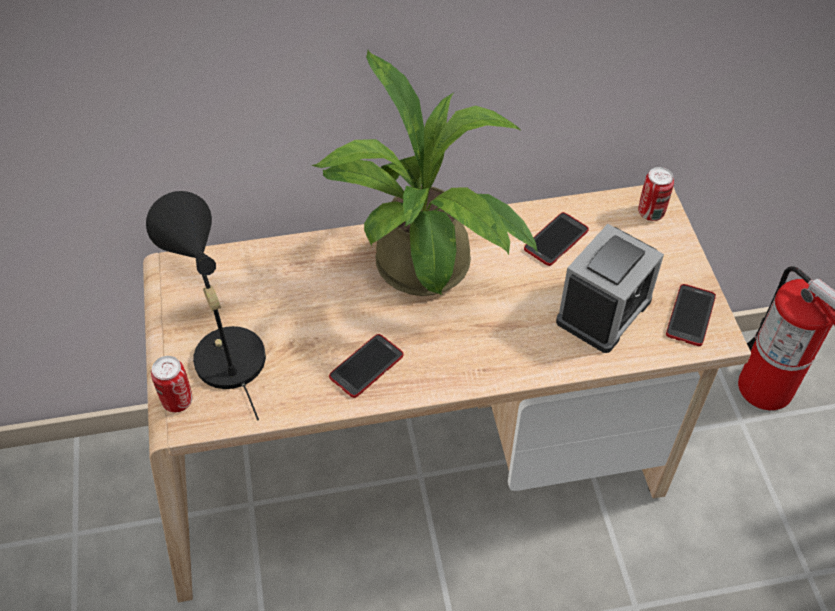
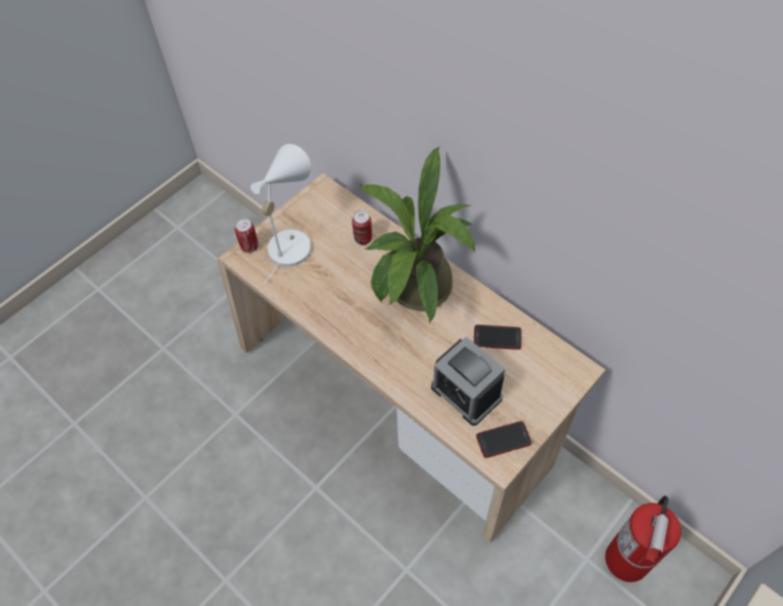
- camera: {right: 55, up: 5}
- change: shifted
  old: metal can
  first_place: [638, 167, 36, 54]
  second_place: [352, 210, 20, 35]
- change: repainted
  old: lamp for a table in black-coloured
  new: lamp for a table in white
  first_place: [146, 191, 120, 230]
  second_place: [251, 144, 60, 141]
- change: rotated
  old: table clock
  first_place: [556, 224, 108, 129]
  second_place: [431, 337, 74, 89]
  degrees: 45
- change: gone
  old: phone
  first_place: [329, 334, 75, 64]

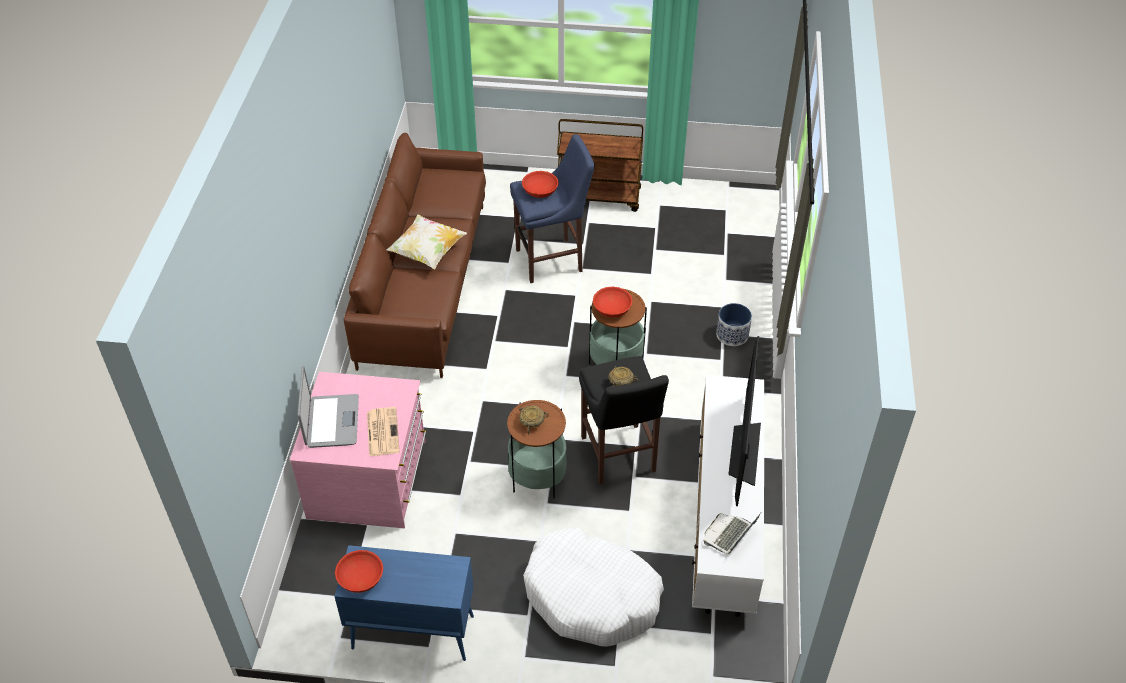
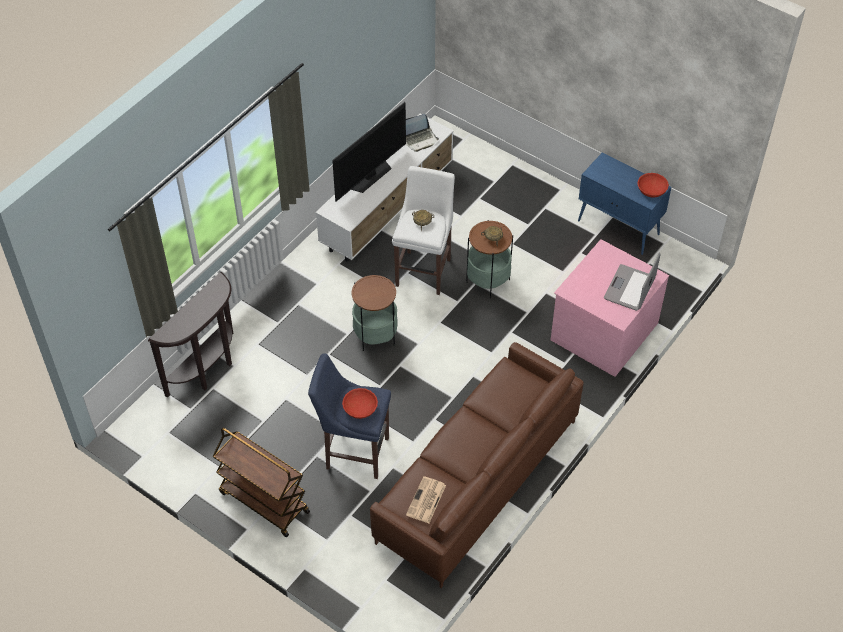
- camera: {right: -150, up: 5}
- change: gone
  old: cushion
  first_place: [387, 215, 80, 54]
- change: gone
  old: deep dish in reddish
  first_place: [593, 287, 39, 30]
- change: gone
  old: plant pot
  first_place: [716, 303, 36, 43]
- change: repainted
  old: sitting stool in black-coloured
  new: sitting stool in white
  first_place: [579, 356, 90, 129]
  second_place: [392, 166, 63, 129]
- change: shifted
  old: newspaper
  first_place: [367, 407, 33, 50]
  second_place: [406, 476, 40, 47]
- change: gone
  old: dog bed in white
  first_place: [523, 528, 141, 119]
- change: new
  new: narrow table in brownish
  second_place: [148, 272, 85, 126]

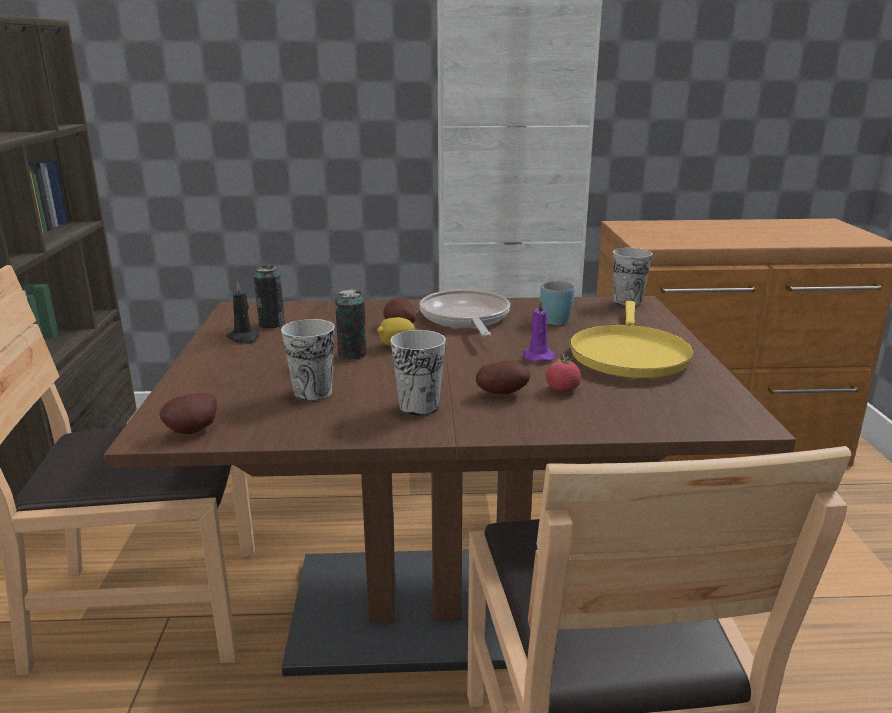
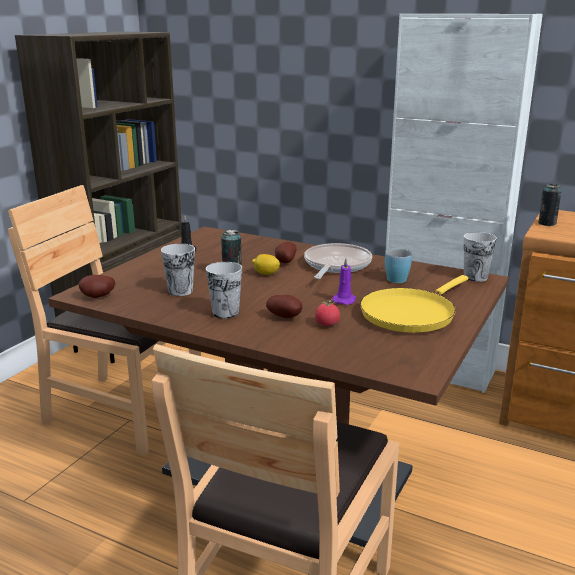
- camera: {right: 30, up: 0}
- change: shifted
  old: metal can
  first_place: [254, 266, 31, 63]
  second_place: [538, 184, 24, 42]

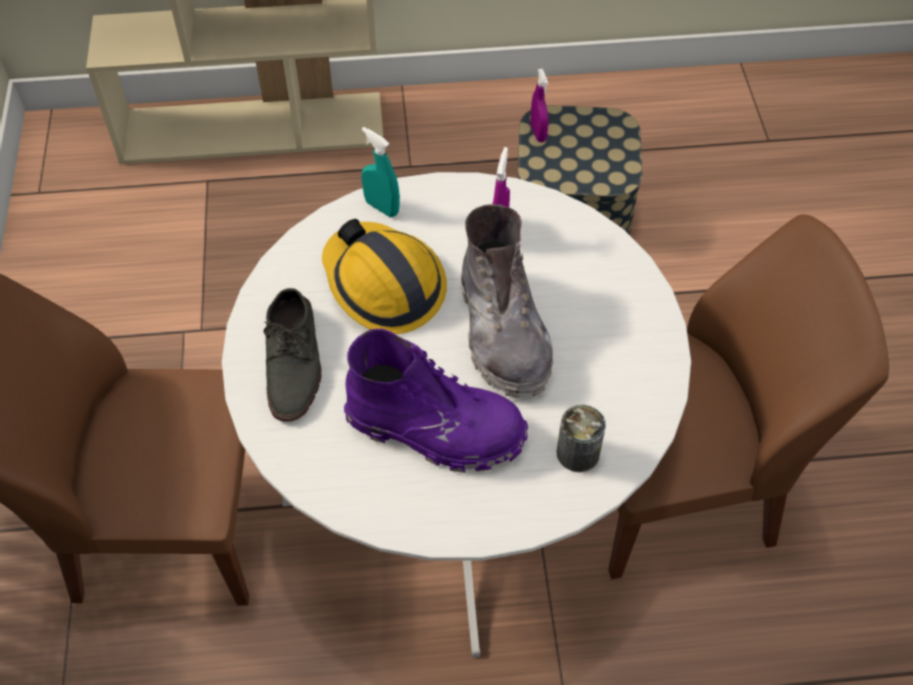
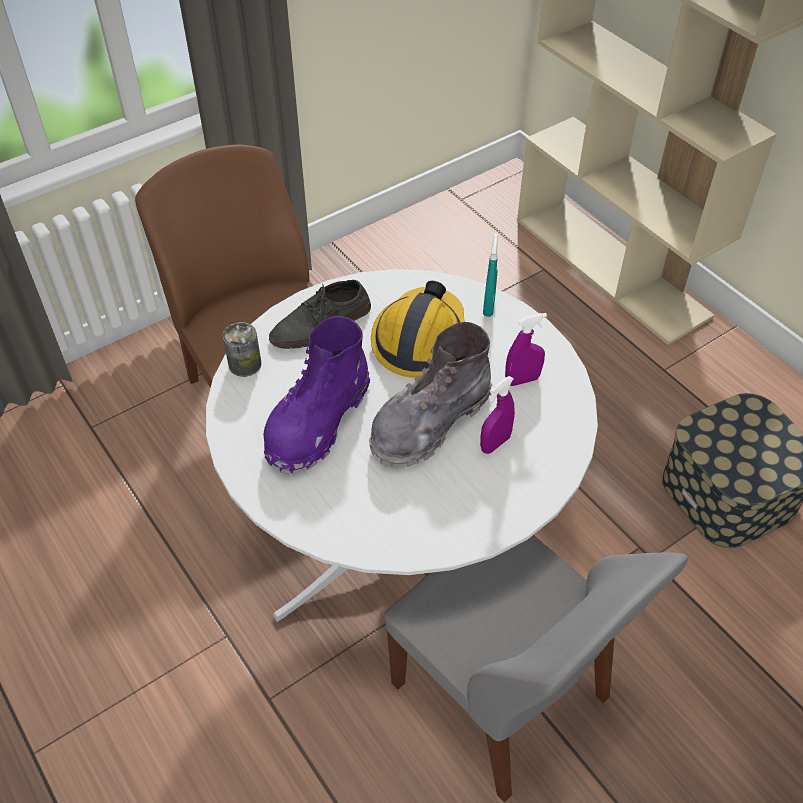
- camera: {right: 60, up: -5}
- change: shifted
  old: sprayer in purple
  first_place: [531, 69, 18, 73]
  second_place: [480, 376, 35, 78]
- change: repainted
  old: chair in brownish
  new: chair in greyish
  first_place: [608, 214, 281, 365]
  second_place: [384, 535, 304, 267]
- change: rotated
  old: high-top boot in purple
  first_place: [344, 329, 184, 144]
  second_place: [263, 316, 107, 159]
  degrees: 45
- change: shifted
  old: metal can
  first_place: [557, 405, 49, 67]
  second_place: [223, 322, 38, 55]

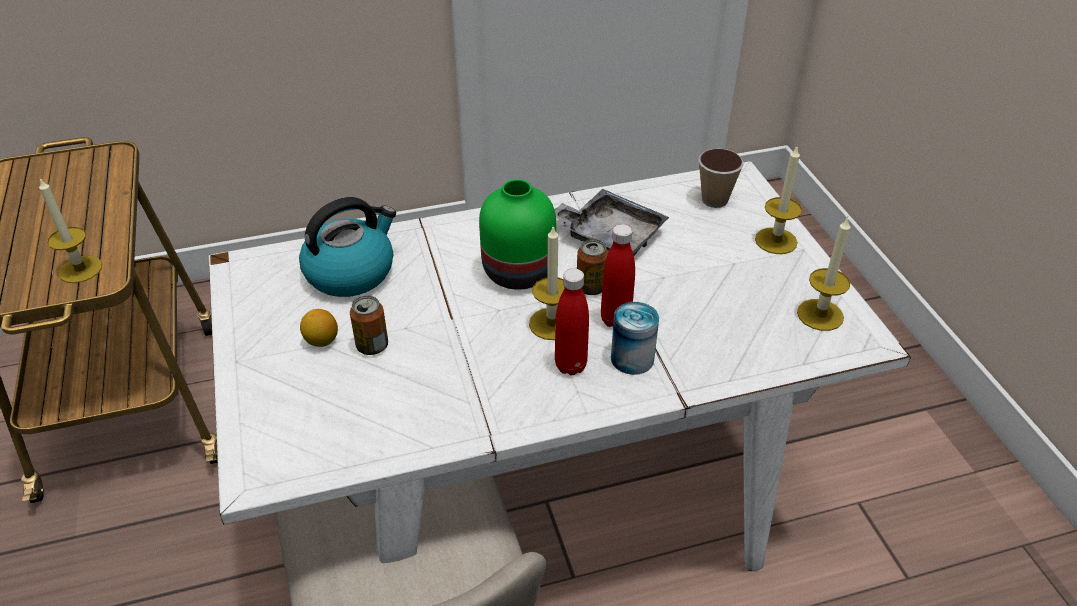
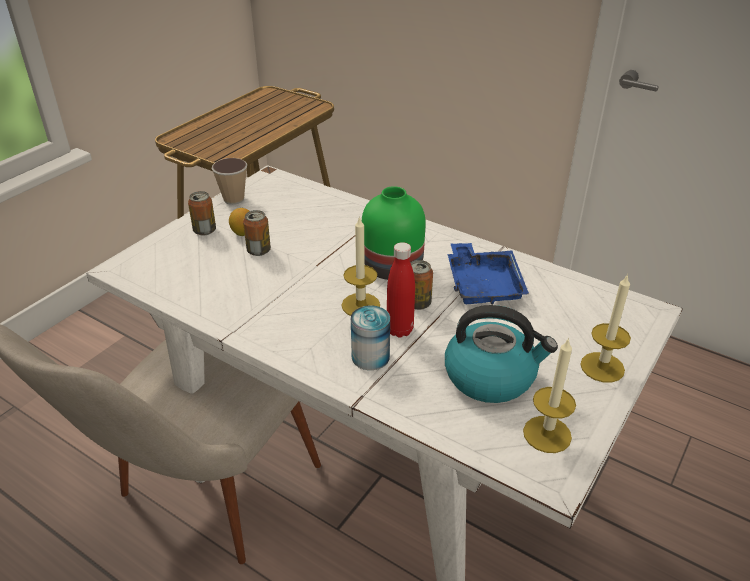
- camera: {right: 50, up: -5}
- change: shifted
  old: cup
  first_place: [698, 149, 46, 59]
  second_place: [212, 158, 35, 47]
- change: gone
  old: wax light
  first_place: [39, 178, 63, 105]
- change: repainted
  old: serving tray in greyish
  new: serving tray in blue
  first_place: [555, 189, 114, 67]
  second_place: [448, 243, 81, 62]
- change: shifted
  old: water kettle
  first_place: [299, 197, 97, 100]
  second_place: [445, 305, 113, 98]
- change: gone
  old: bottle in reddish
  first_place: [555, 269, 34, 106]
- change: new
  new: metal can
  second_place: [188, 191, 28, 45]

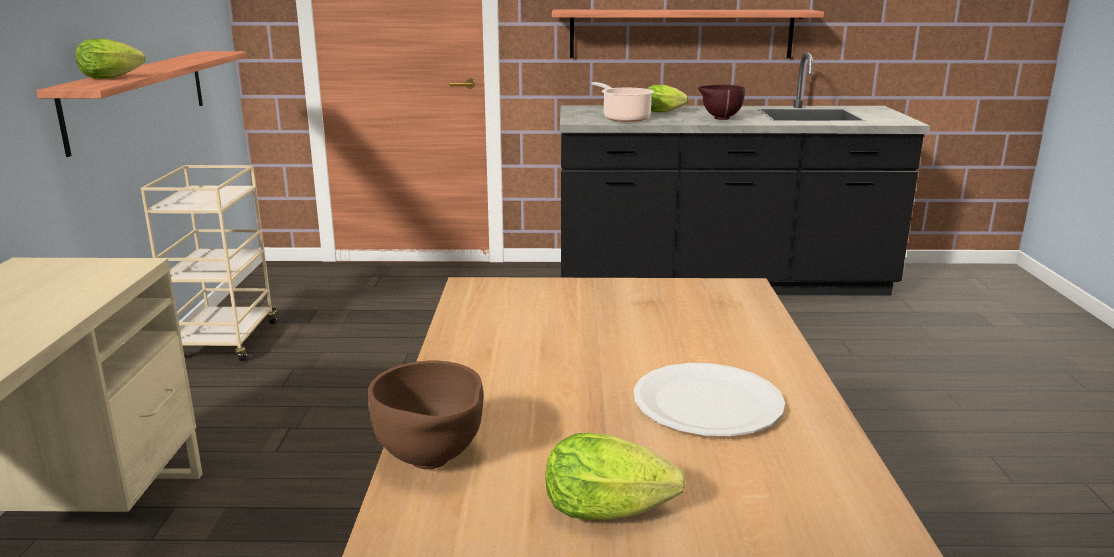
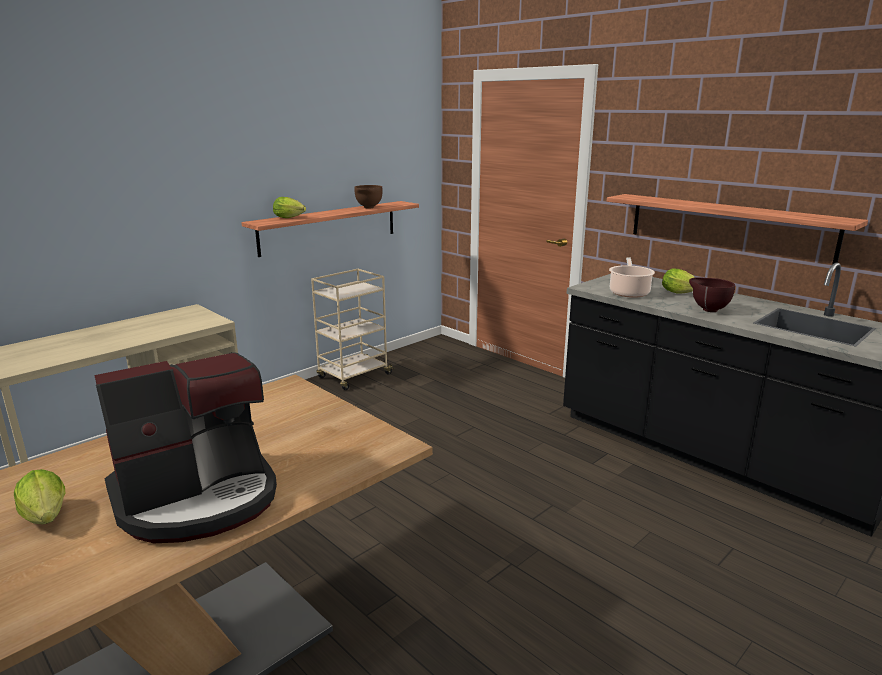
- camera: {right: 45, up: 0}
- change: shifted
  old: deep dish in brownish
  first_place: [368, 361, 115, 108]
  second_place: [354, 185, 29, 23]
- change: swapped
  old: plate in white
  new: coffee machine
  first_place: [634, 363, 151, 73]
  second_place: [94, 353, 183, 190]

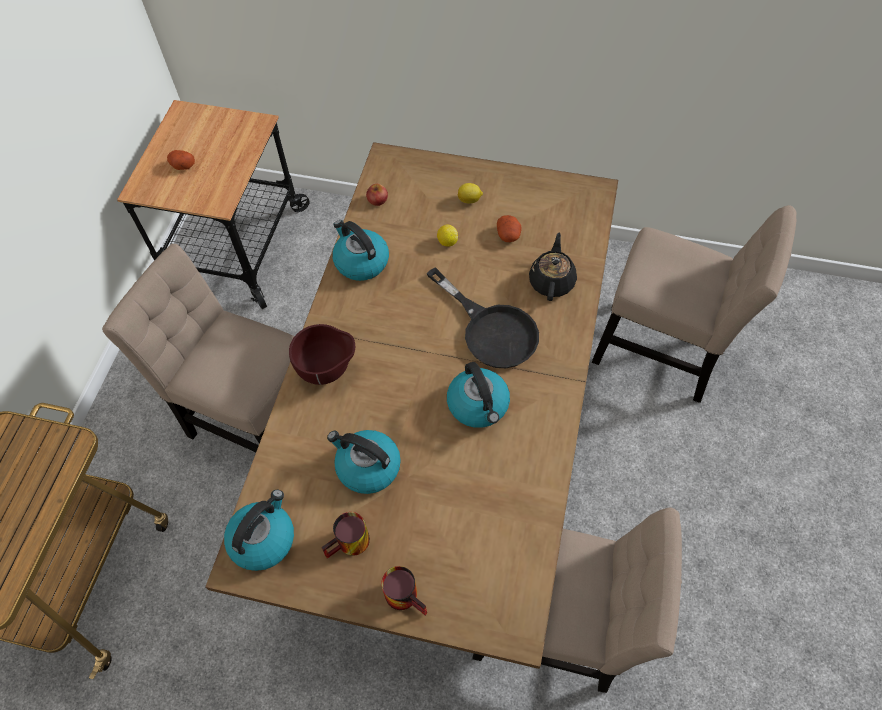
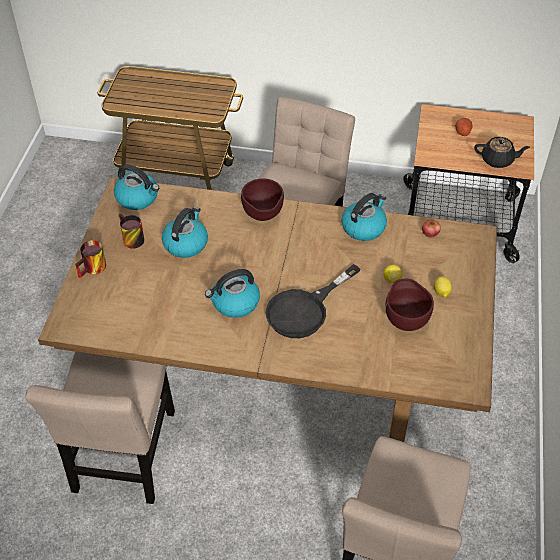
- camera: {right: 85, up: -10}
- change: swapped
  old: spud
  new: deep dish in brownish
  first_place: [497, 215, 25, 27]
  second_place: [386, 279, 48, 52]
- change: shifted
  old: pot for tea in black-coloured
  first_place: [529, 233, 48, 68]
  second_place: [474, 137, 56, 31]

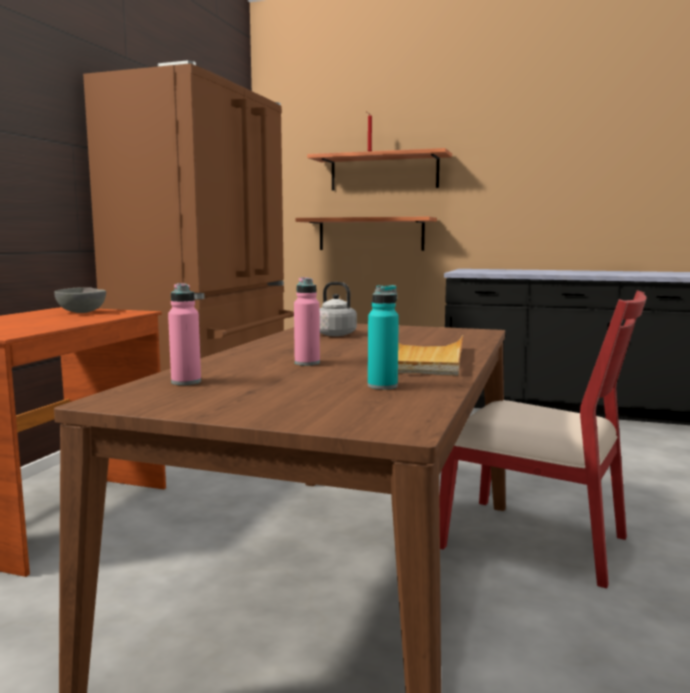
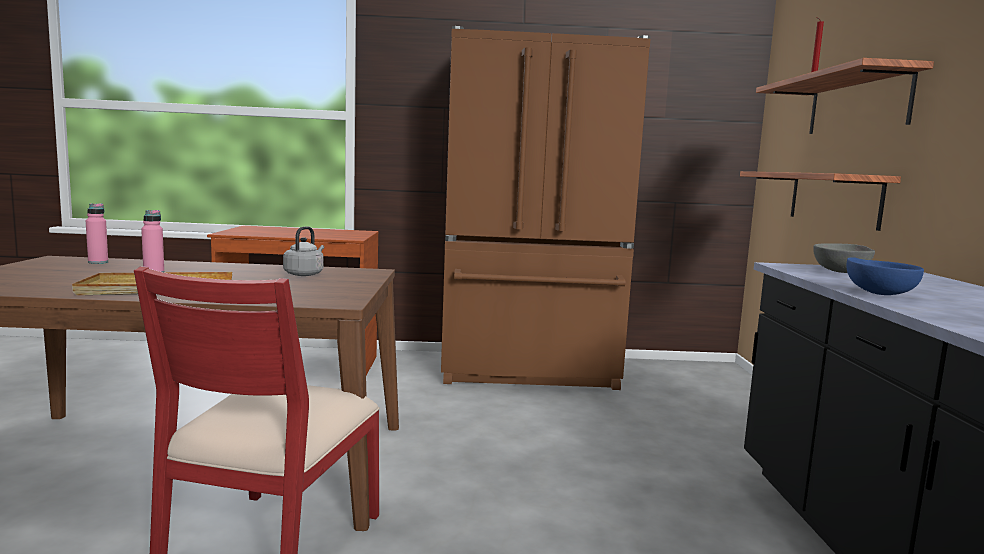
- camera: {right: 70, up: 0}
- change: gone
  old: bottle in blue-green
  first_place: [368, 285, 31, 105]
- change: shifted
  old: deep dish in greyish
  first_place: [54, 287, 52, 26]
  second_place: [813, 243, 62, 30]
- change: new
  new: deep dish in blue
  second_place: [847, 257, 77, 38]

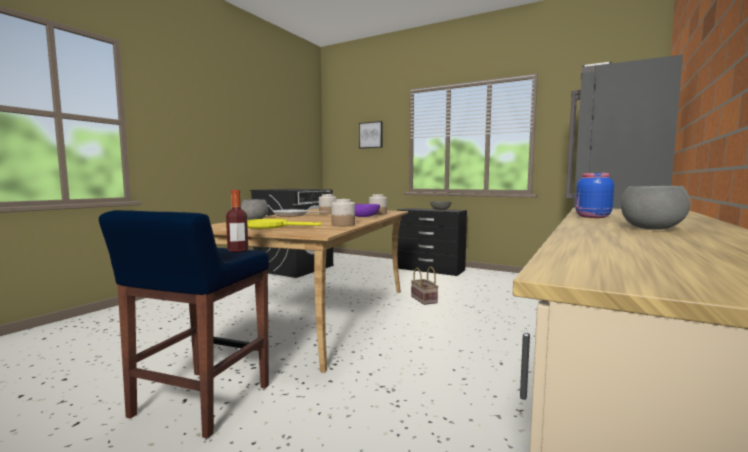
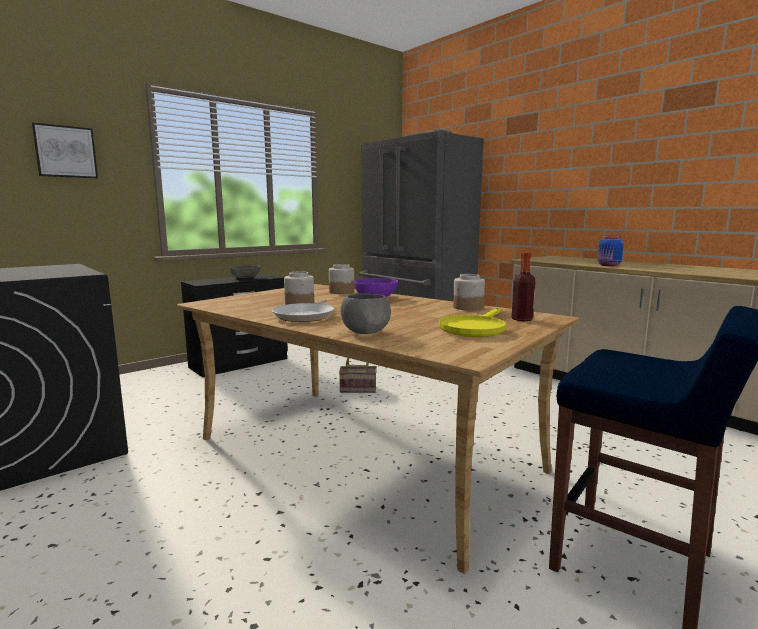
- camera: {right: -70, up: 5}
- change: gone
  old: deep dish in greyish
  first_place: [621, 186, 69, 43]
- change: shifted
  old: bottle
  first_place: [226, 190, 22, 62]
  second_place: [512, 252, 24, 69]

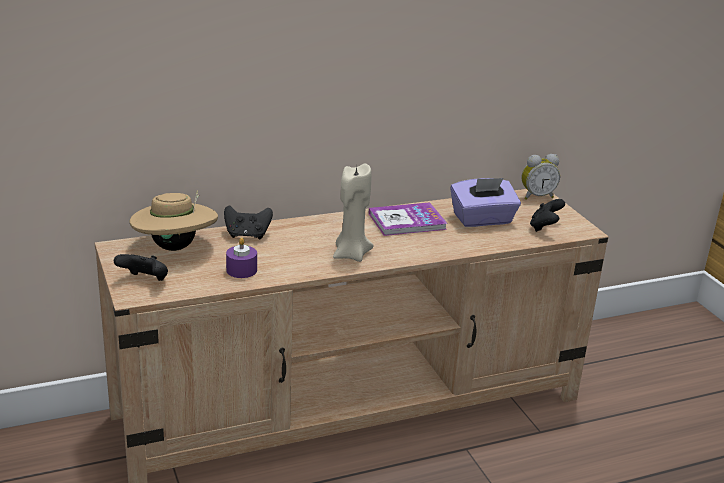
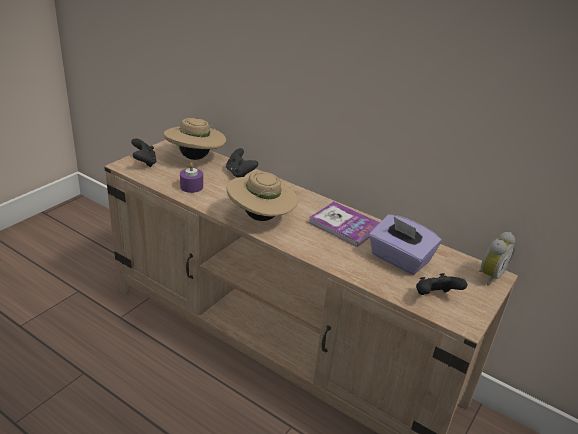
- camera: {right: 55, up: 5}
- change: rotated
  old: table clock
  first_place: [521, 154, 39, 46]
  second_place: [479, 232, 36, 54]
  degrees: -90
- change: swapped
  old: wax light in beige-coloured
  new: wearable hat in beige-coloured
  first_place: [333, 164, 41, 98]
  second_place: [226, 171, 72, 50]

